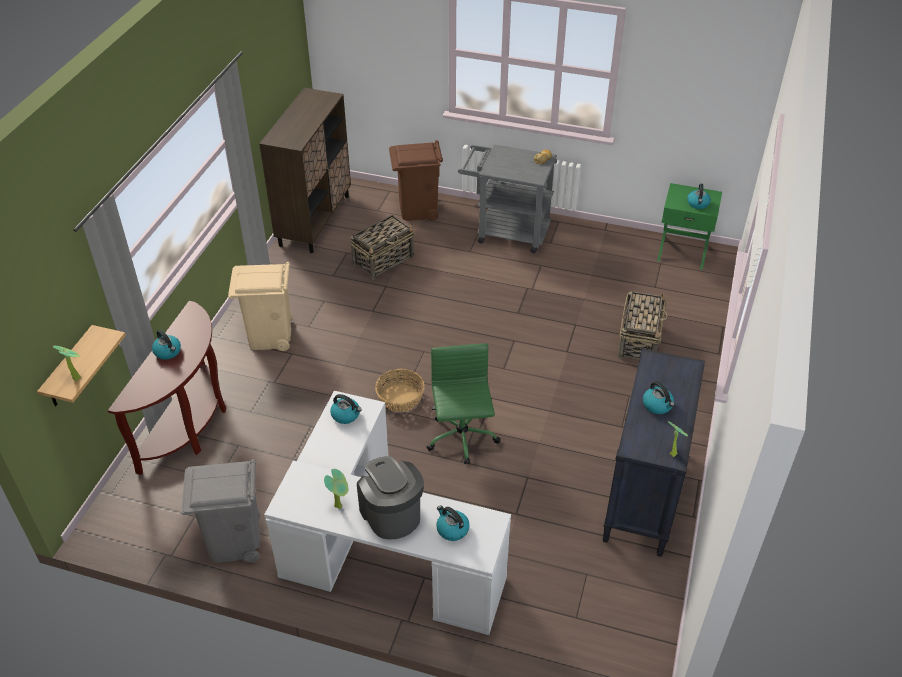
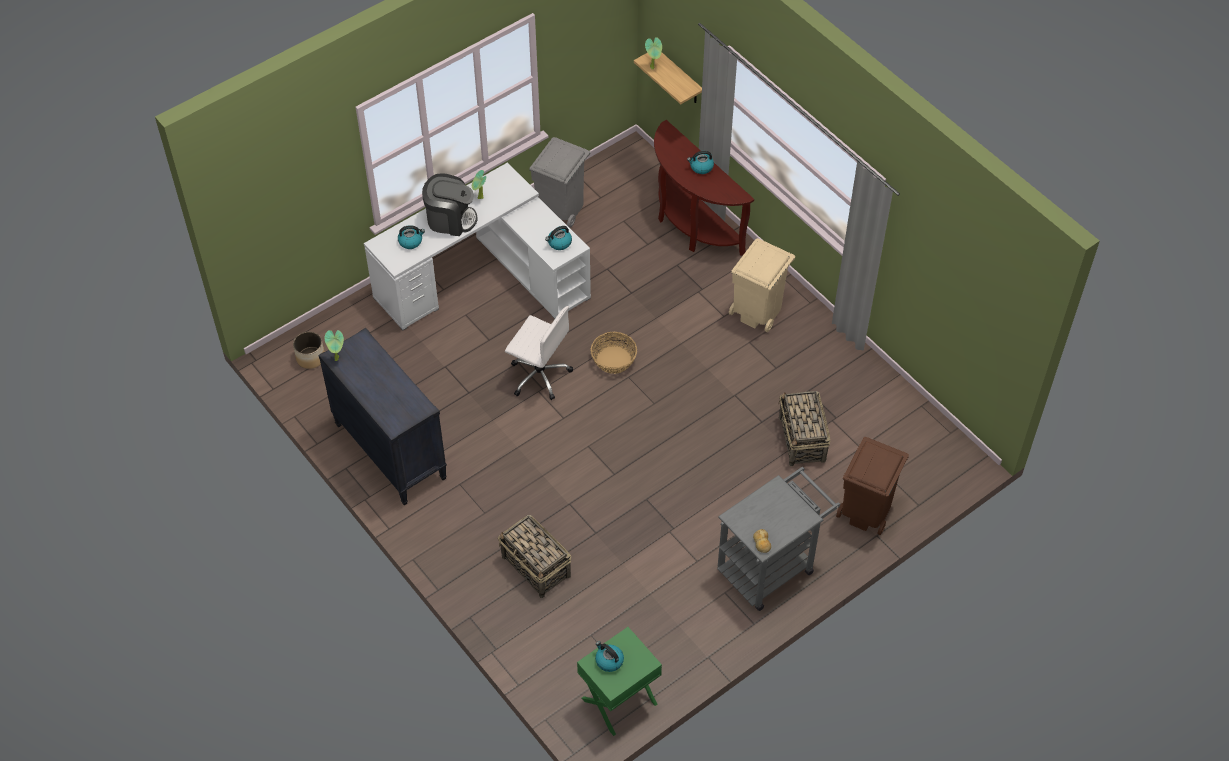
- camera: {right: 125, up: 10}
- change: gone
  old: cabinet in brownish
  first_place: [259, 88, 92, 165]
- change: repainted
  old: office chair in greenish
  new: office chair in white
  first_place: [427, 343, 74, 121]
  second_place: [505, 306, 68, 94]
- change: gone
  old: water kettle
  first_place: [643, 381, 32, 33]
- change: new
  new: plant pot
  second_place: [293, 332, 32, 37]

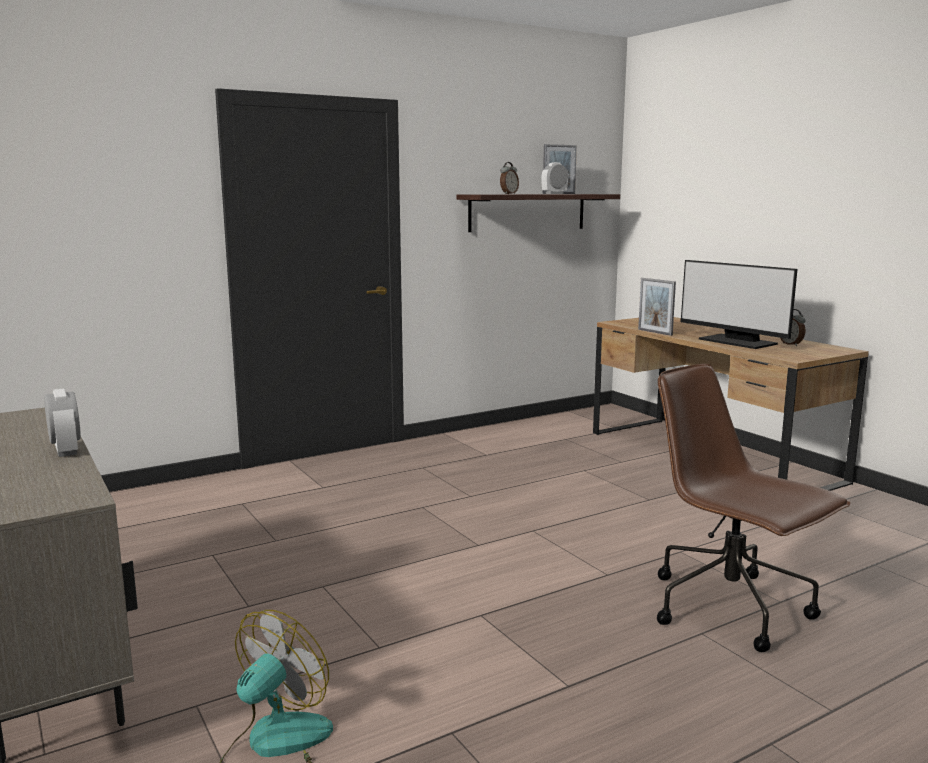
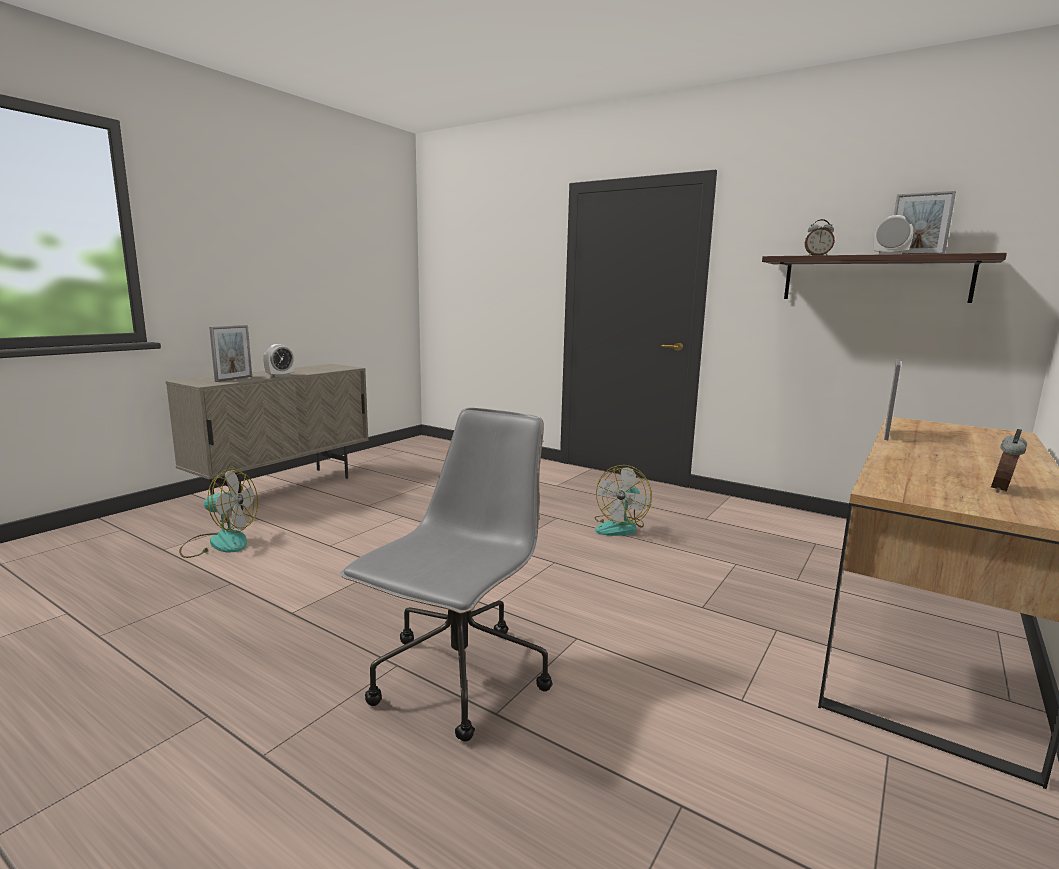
- camera: {right: 65, up: 0}
- change: gone
  old: computer display
  first_place: [681, 260, 117, 89]
- change: repainted
  old: office chair in brownish
  new: office chair in greyish
  first_place: [657, 364, 193, 288]
  second_place: [340, 408, 213, 334]
- change: new
  new: photo frame
  second_place: [209, 325, 43, 57]
- change: new
  new: electric fan
  second_place: [595, 465, 57, 71]

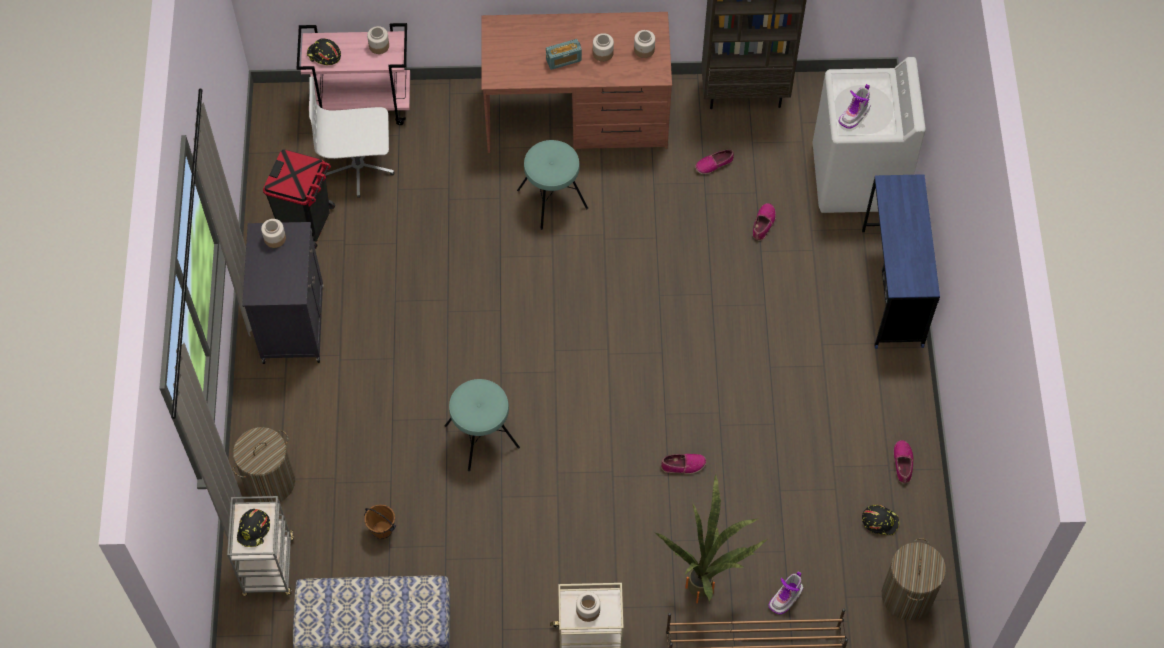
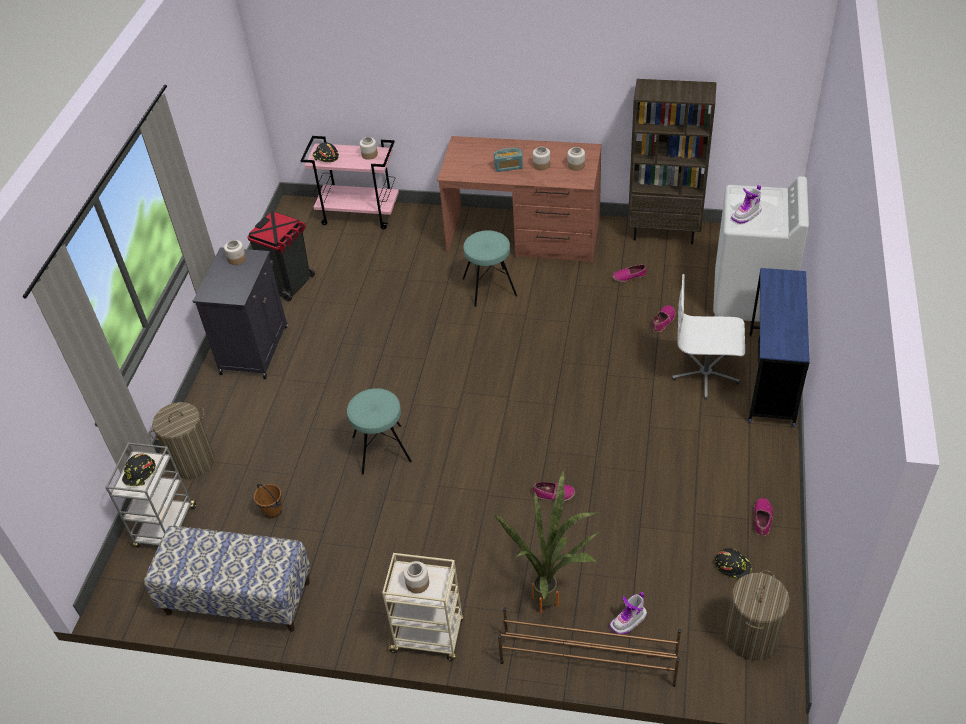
- camera: {right: 15, up: -15}
- change: shifted
  old: office chair in white
  first_place: [309, 77, 86, 121]
  second_place: [672, 274, 73, 126]

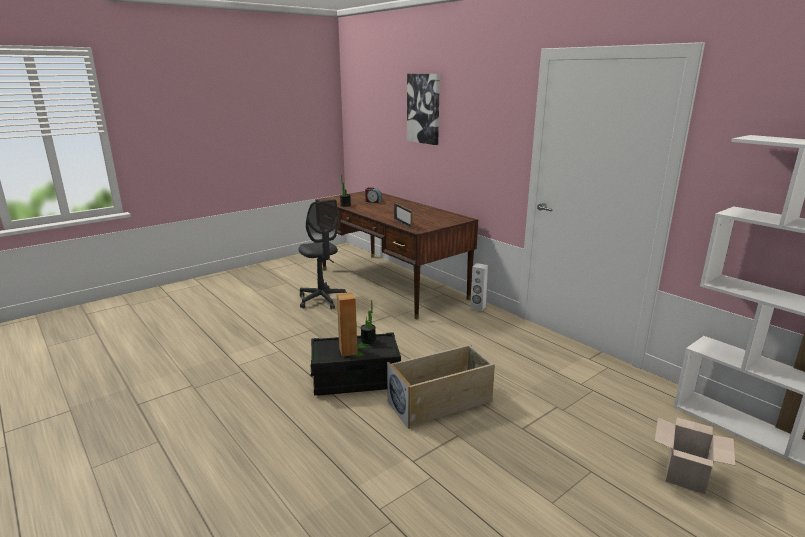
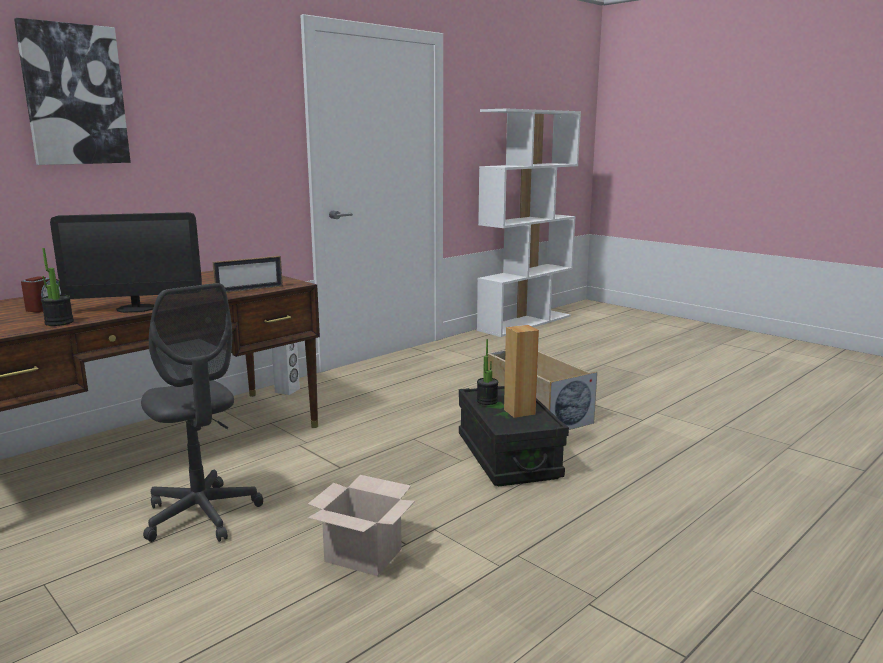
- camera: {right: -95, up: -5}
- change: rotated
  old: office chair in greyish
  first_place: [298, 199, 49, 111]
  second_place: [141, 283, 122, 259]
  degrees: 90
- change: shifted
  old: packing box
  first_place: [655, 417, 80, 77]
  second_place: [308, 475, 107, 101]
- change: new
  new: computer display
  second_place: [50, 212, 152, 101]

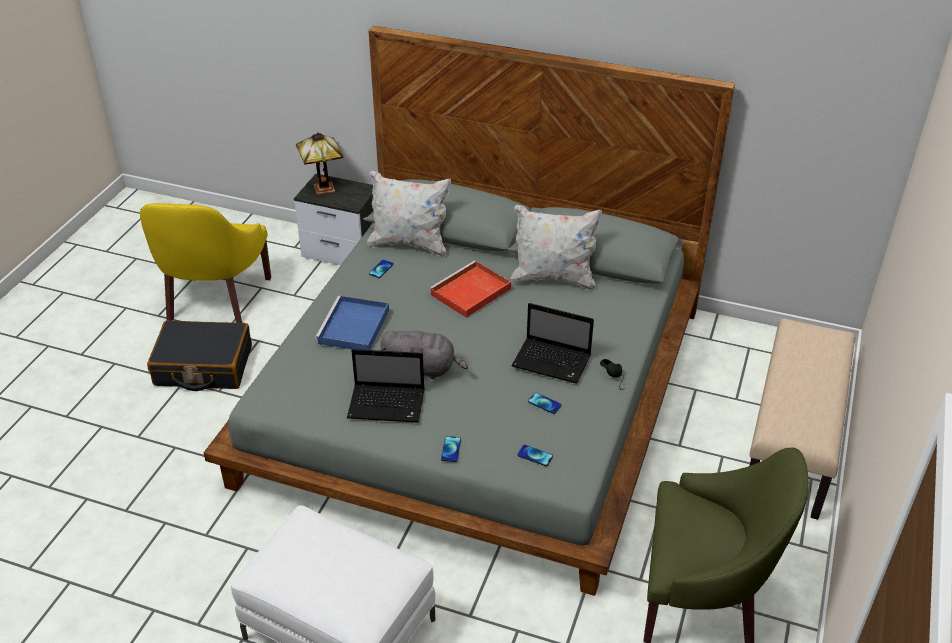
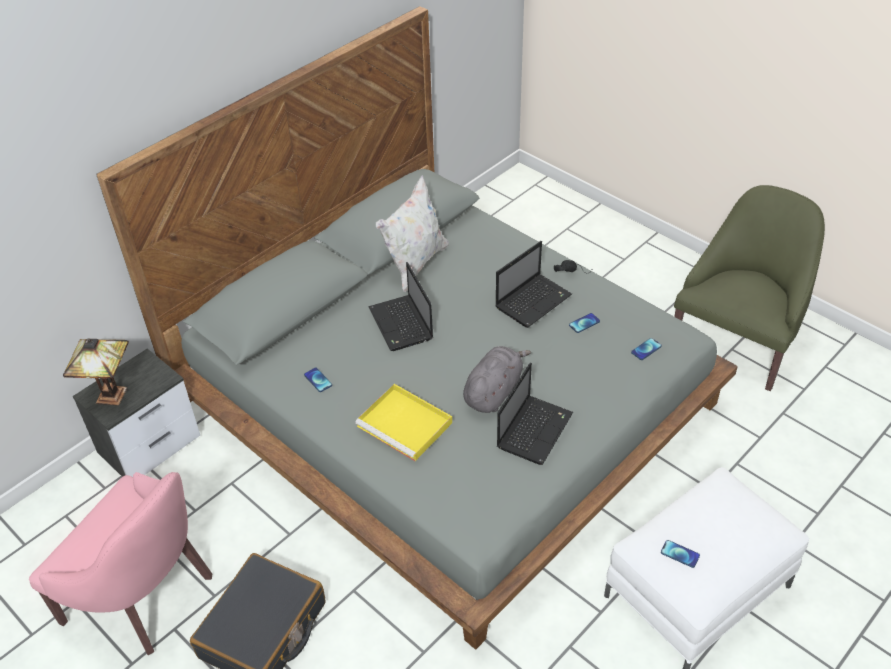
- camera: {right: -65, up: 5}
- change: gone
  old: cushion in white
  first_place: [367, 170, 84, 87]
- change: repainted
  old: easy chair in yellowish
  new: easy chair in pink-coloured
  first_place: [140, 203, 131, 120]
  second_place: [29, 472, 183, 183]
- change: swapped
  old: serving tray in reddish
  new: notebook computer
  first_place: [429, 261, 82, 57]
  second_place: [368, 262, 65, 89]
- change: repainted
  old: serving tray in blue
  new: serving tray in yellowish
  first_place: [315, 296, 74, 54]
  second_place: [355, 384, 97, 77]
- change: gone
  old: indoor bench in beige-coloured
  first_place: [749, 318, 106, 202]
- change: shifted
  old: phone
  first_place: [441, 436, 20, 26]
  second_place: [661, 540, 39, 28]

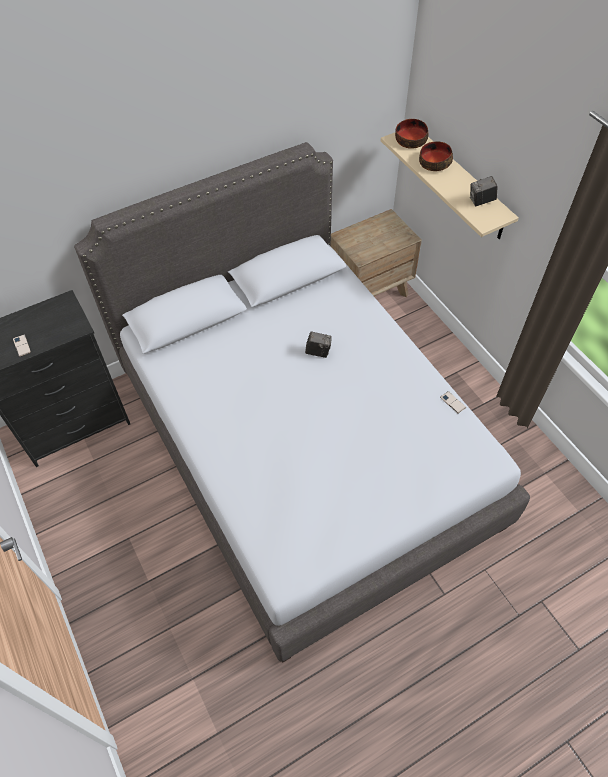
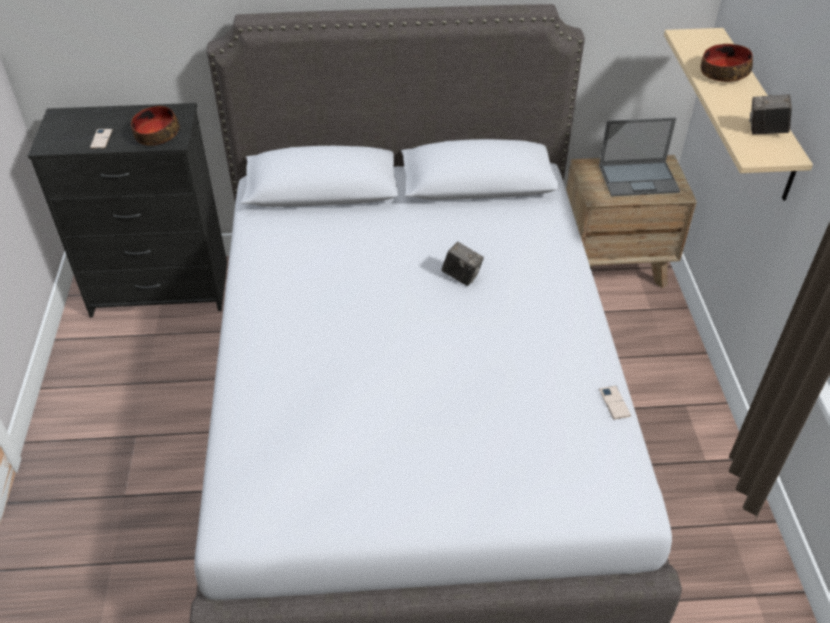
- camera: {right: 25, up: -10}
- change: shifted
  old: deep dish
  first_place: [395, 119, 33, 30]
  second_place: [131, 106, 48, 40]
- change: new
  new: notebook computer
  second_place: [599, 117, 81, 79]

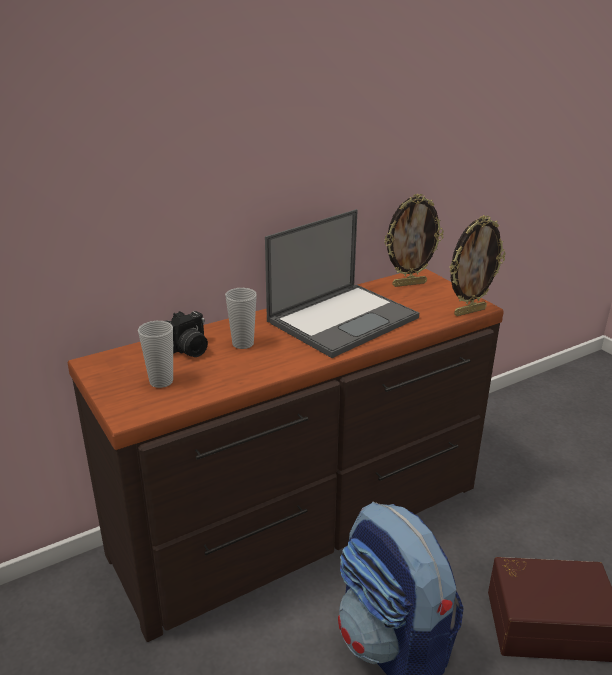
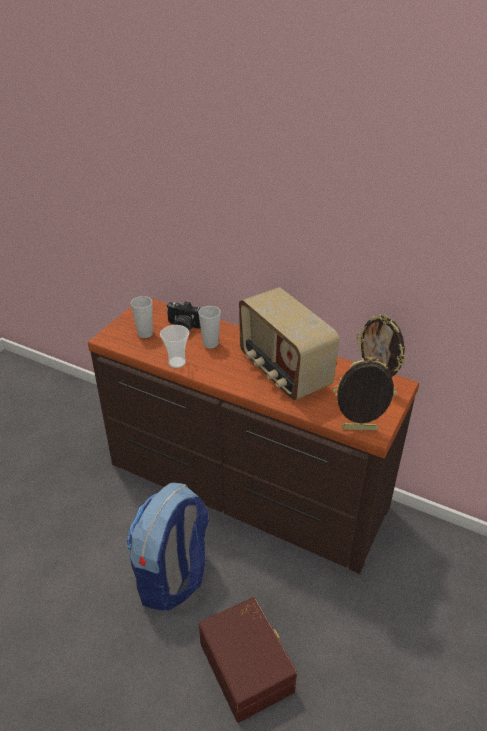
- camera: {right: 60, up: 10}
- change: swapped
  old: notebook computer
  new: radio set
  first_place: [265, 209, 154, 149]
  second_place: [239, 287, 101, 114]
- change: rotated
  old: photo frame
  first_place: [449, 215, 56, 101]
  second_place: [333, 356, 64, 75]
  degrees: 150
- change: new
  new: cup
  second_place: [160, 325, 29, 43]

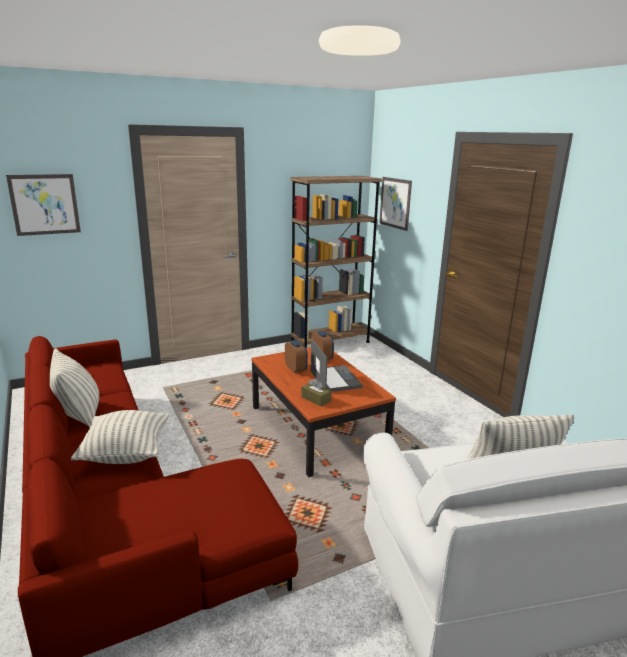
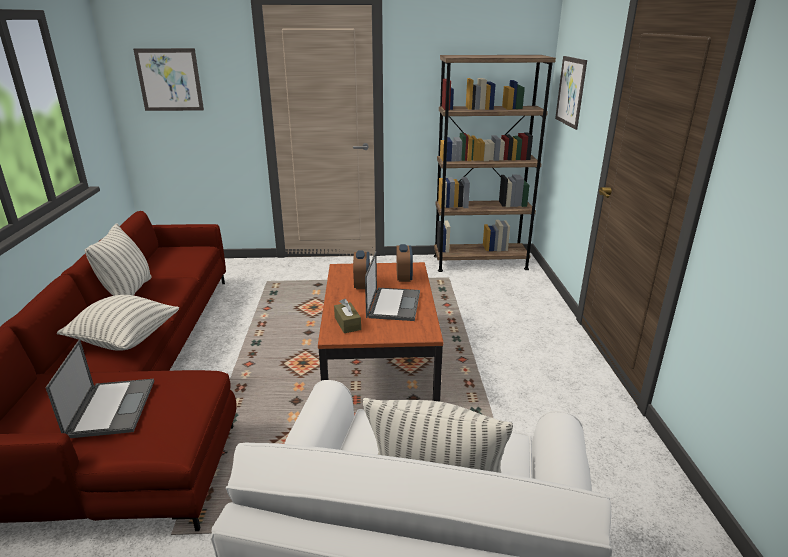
- camera: {right: 25, up: 5}
- change: new
  new: notebook computer
  second_place: [45, 339, 109, 99]

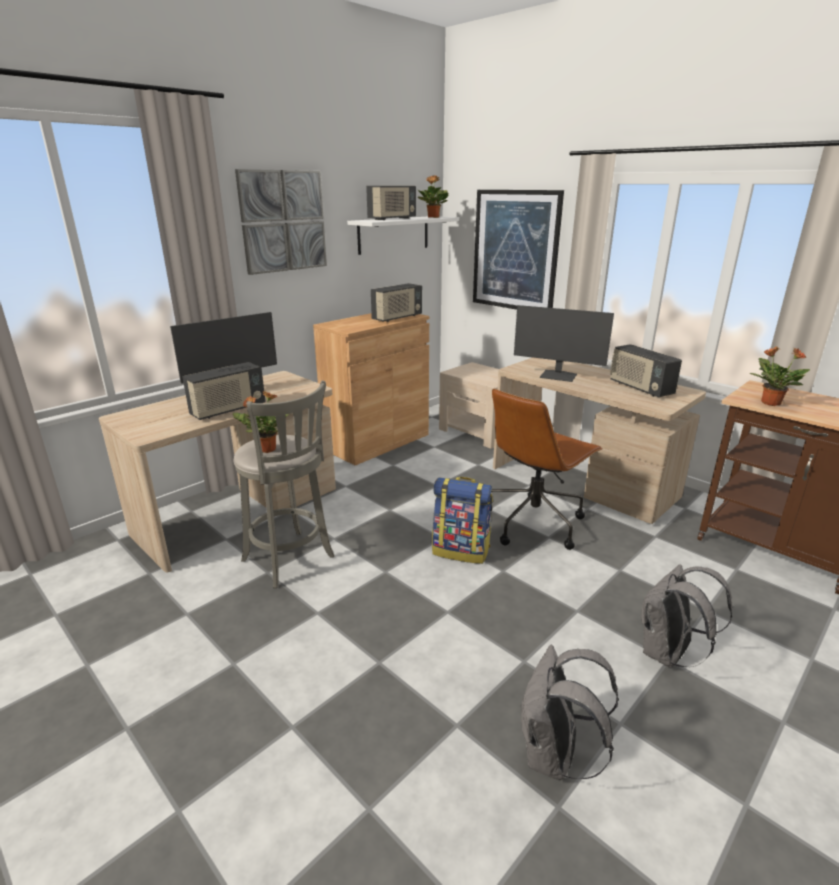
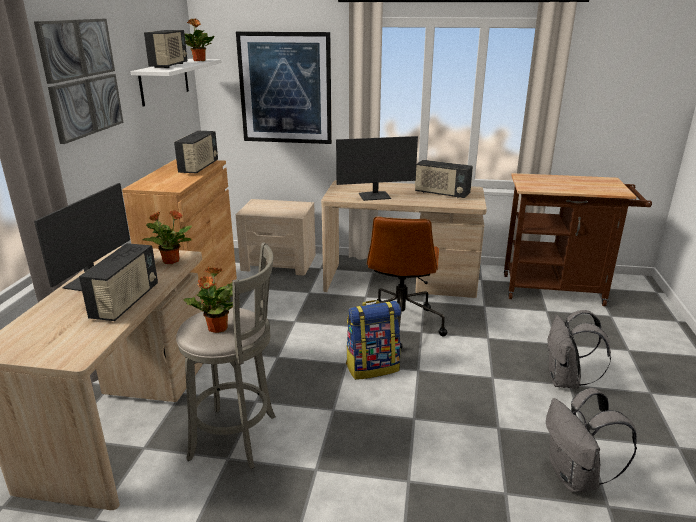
- camera: {right: -35, up: 0}
- change: shifted
  old: houseplant
  first_place: [749, 346, 61, 60]
  second_place: [142, 210, 50, 54]

